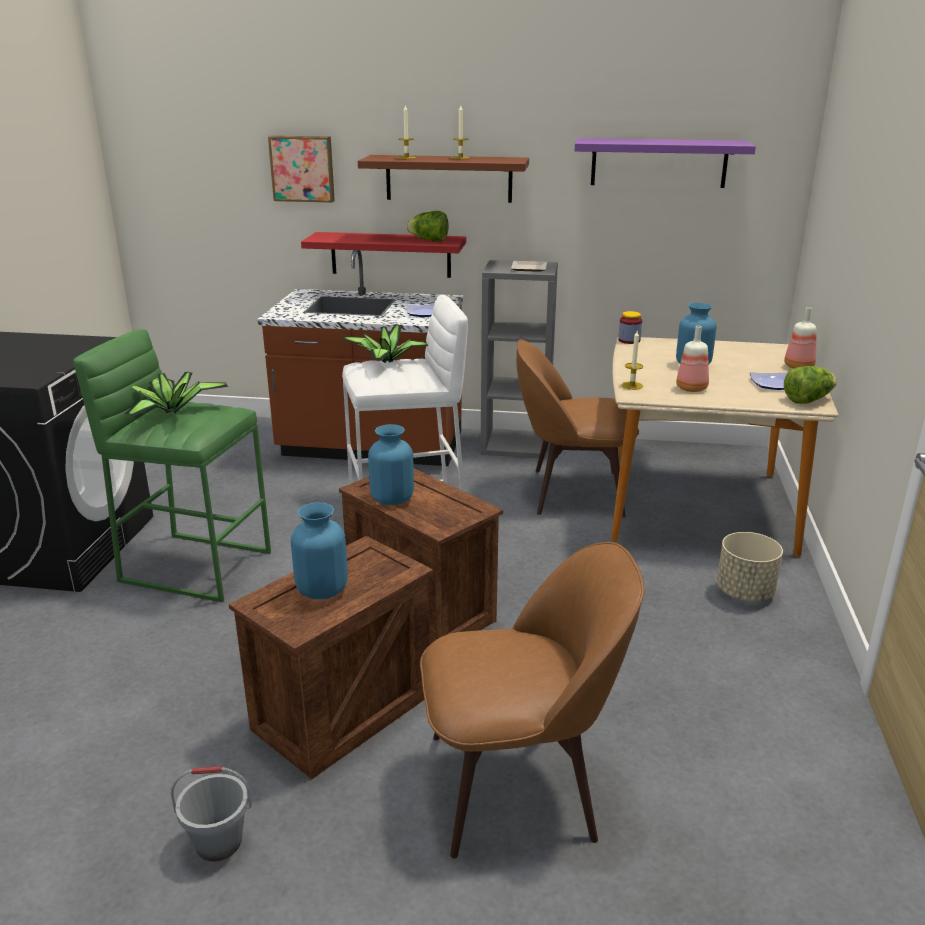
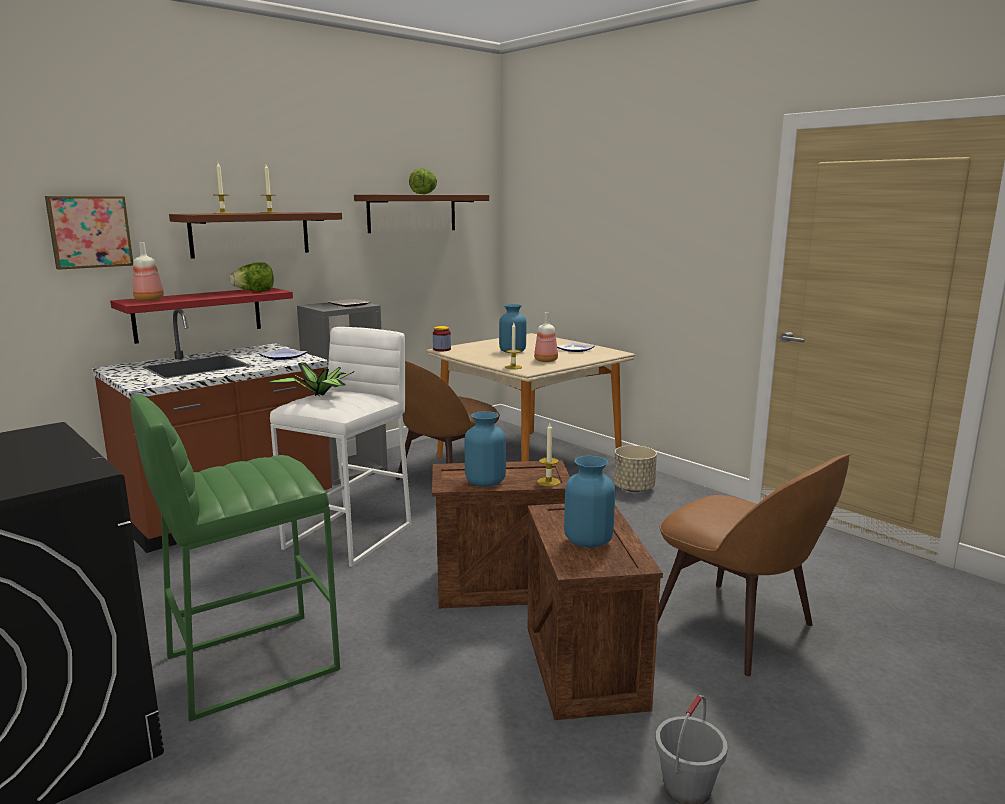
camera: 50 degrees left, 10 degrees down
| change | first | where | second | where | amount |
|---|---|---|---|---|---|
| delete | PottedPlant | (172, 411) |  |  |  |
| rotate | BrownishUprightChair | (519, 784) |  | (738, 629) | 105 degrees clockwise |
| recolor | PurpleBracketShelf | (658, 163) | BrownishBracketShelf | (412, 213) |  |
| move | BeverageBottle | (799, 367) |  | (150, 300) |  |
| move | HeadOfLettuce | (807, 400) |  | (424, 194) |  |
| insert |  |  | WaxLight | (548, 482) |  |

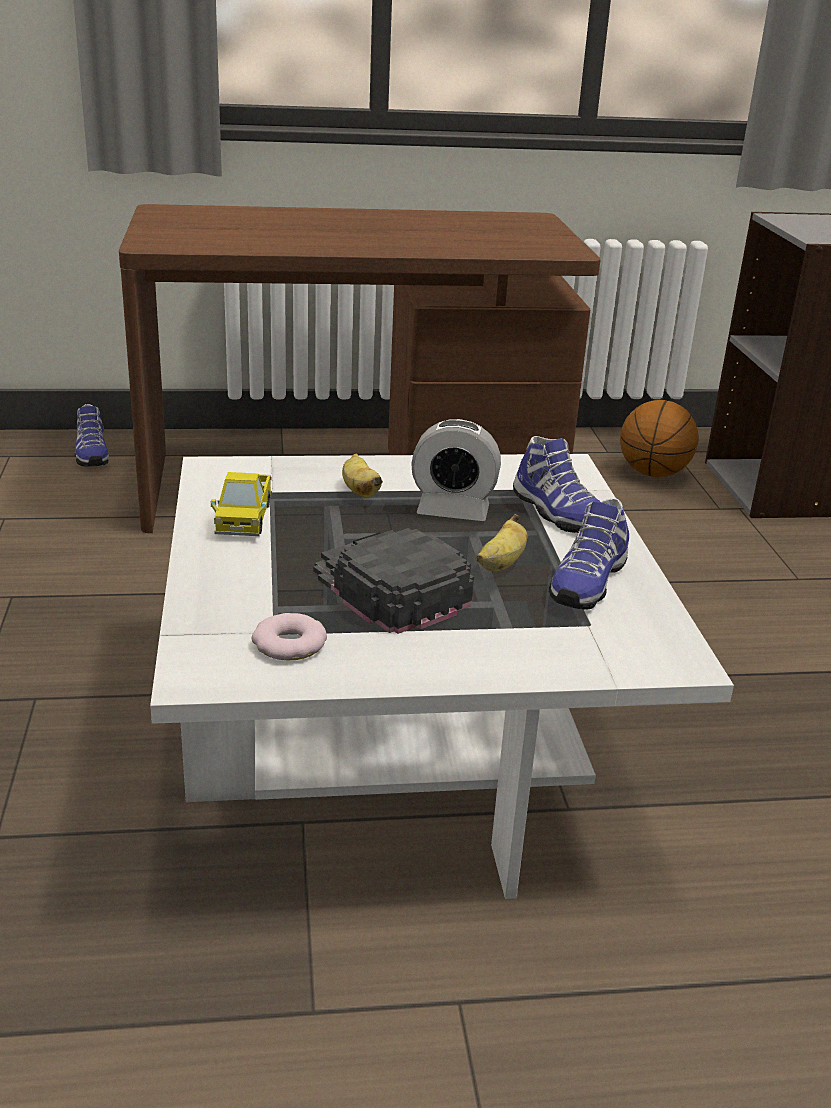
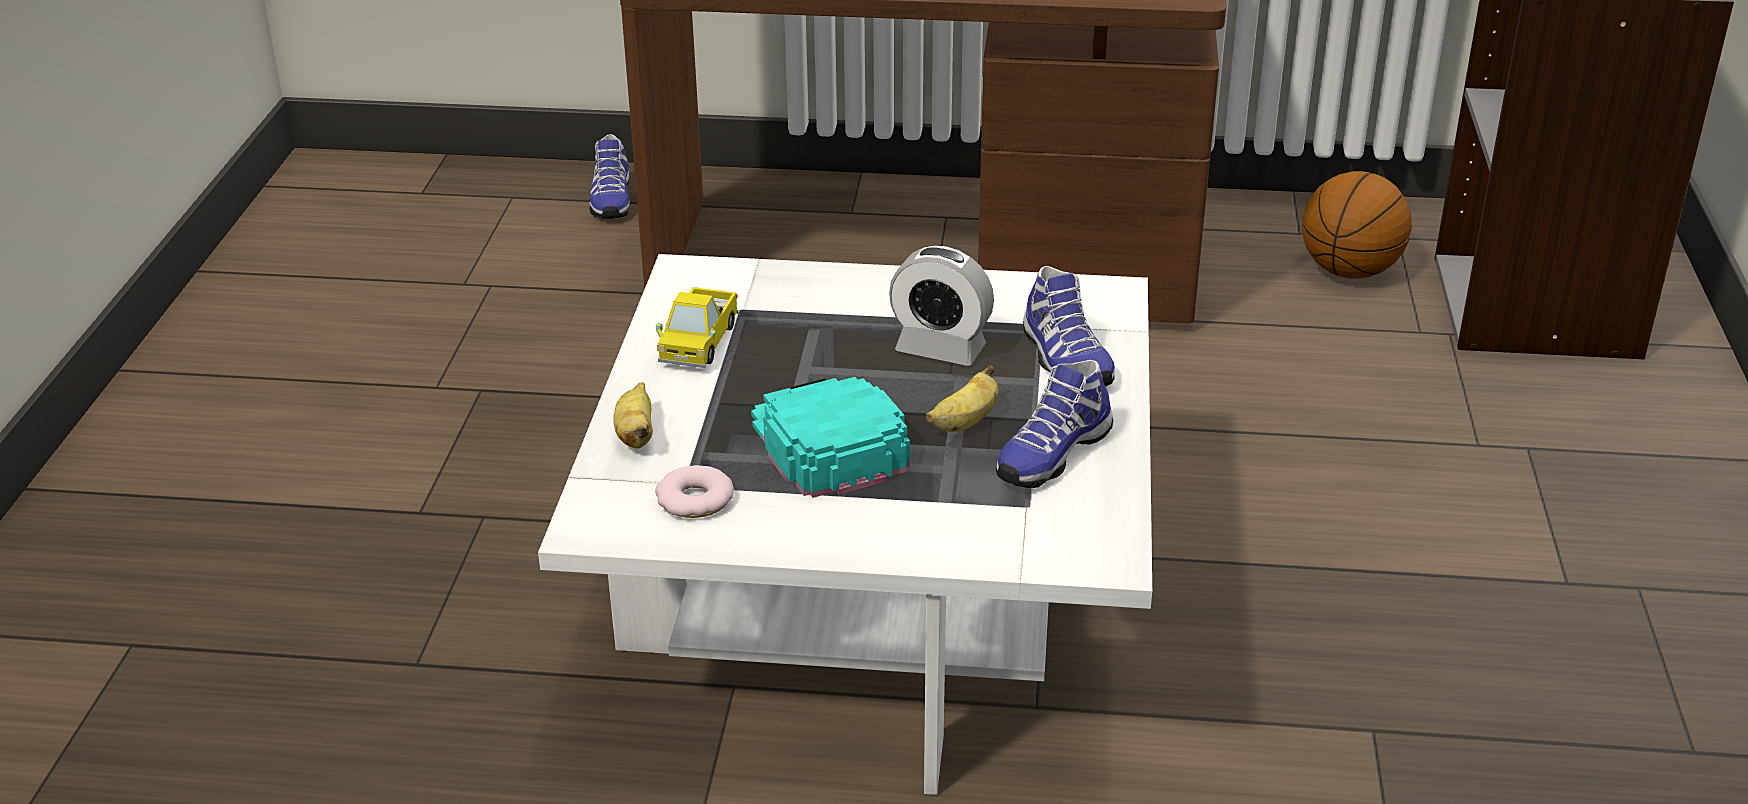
camera: 15 degrees right, 5 degrees up
| change | first | where | second | where | amount |
|---|---|---|---|---|---|
| recolor | BlackishCap | (388, 588) | TurquoiseCap | (825, 442) |  |
| move | Banana | (360, 491) |  | (636, 435) |  |

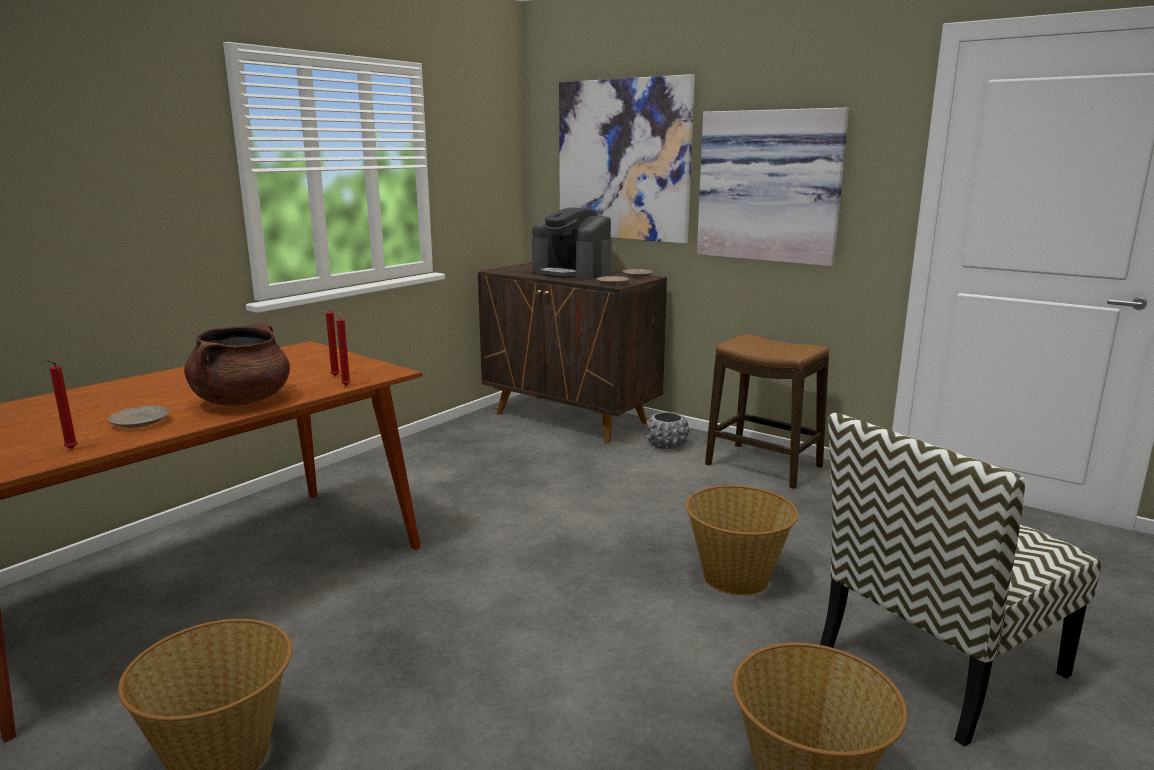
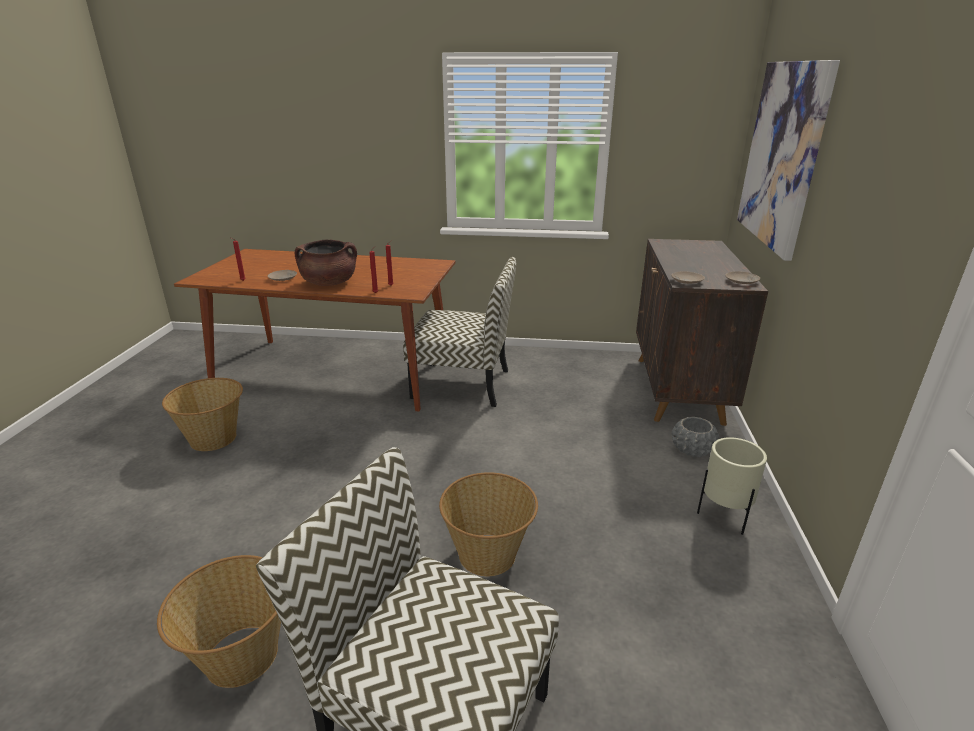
camera: 60 degrees right, 10 degrees up
| change | first | where | second | where | amount |
|---|---|---|---|---|---|
| delete | CoffeeMaker | (572, 273) |  |  |  |
| delete | Picture | (770, 186) |  |  |  |
| replace | Stool | (764, 466) | BeigePlanter | (723, 517) |  |
| insert |  |  | UprightChair | (463, 383) |  |

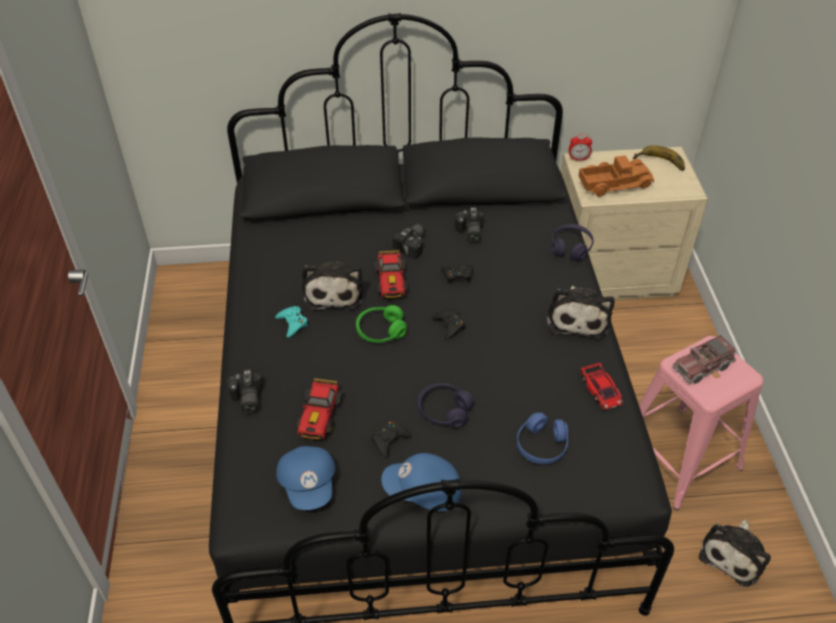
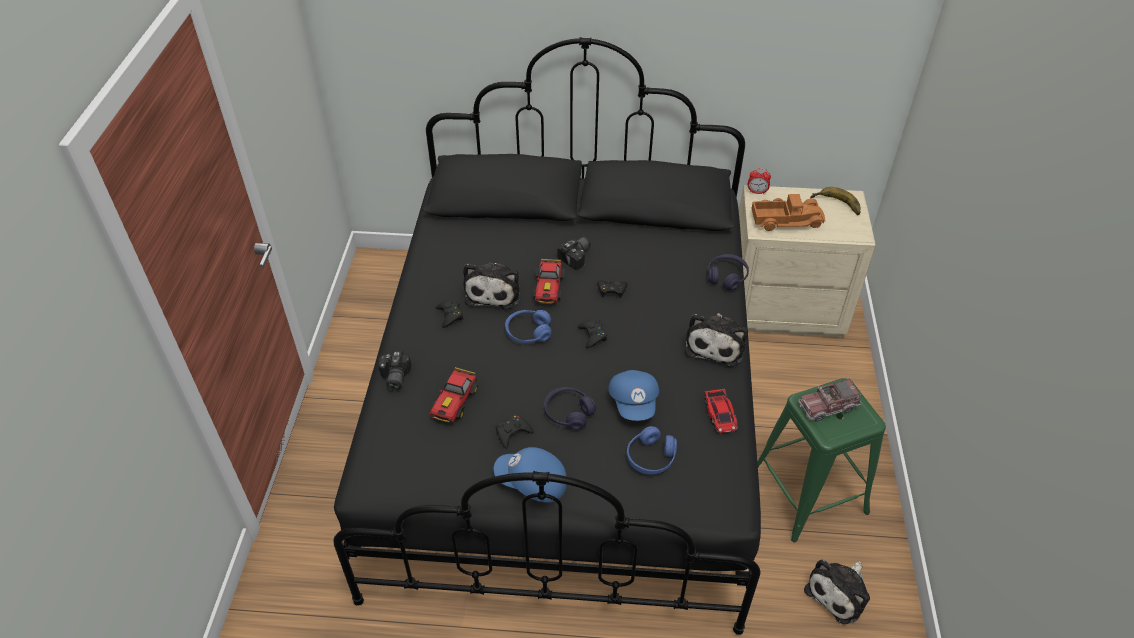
camera: 10 degrees right, 0 degrees up
| change | first | where | second | where | amount |
|---|---|---|---|---|---|
| recolor | TurquoiseGameController | (292, 323) | BlackishGameController | (450, 315) |  |
| move | BlueColouredCap | (309, 484) |  | (634, 402) |  |
| recolor | GreenColouredHeadphones | (381, 331) | BlueColouredHeadphones | (528, 332) |  |
| delete | StillCamera | (469, 233) |  |  |  |
| recolor | PinkStool | (679, 457) | GreenColouredStool | (808, 492) |  |

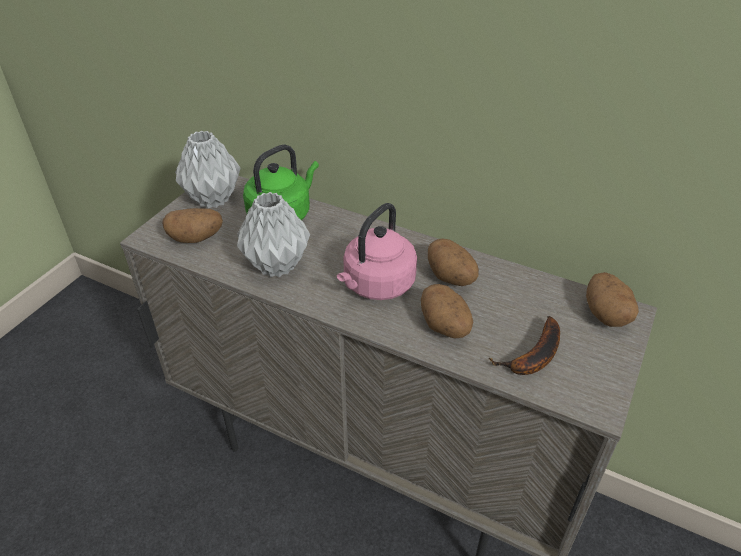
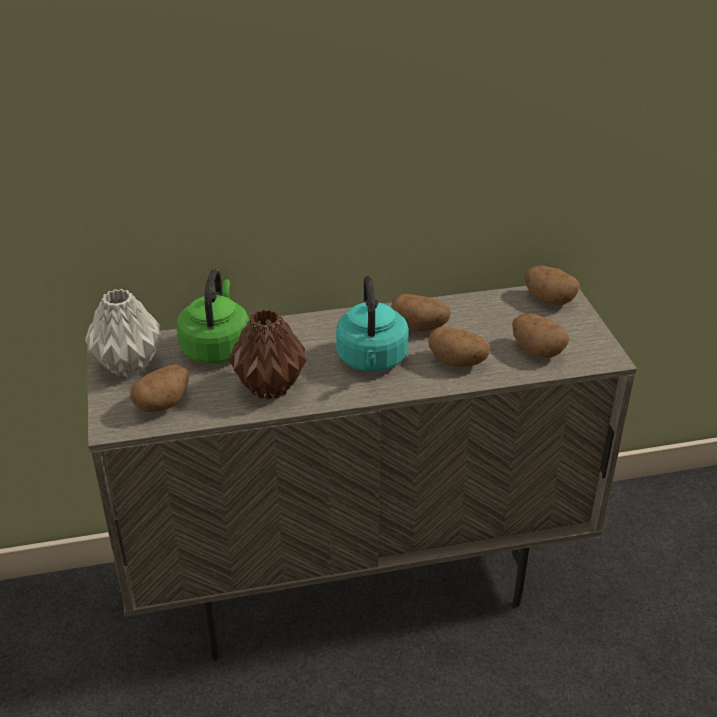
camera: 40 degrees left, 5 degrees down
| change | first | where | second | where | amount |
|---|---|---|---|---|---|
| recolor | GrayFlowerVase | (275, 266) | BrownishFlowerVase | (270, 388) |  |
| recolor | PinkWaterKettle | (376, 285) | TurquoiseWaterKettle | (372, 360) |  |
| replace | Banana | (533, 357) | Spud | (537, 350) |  |

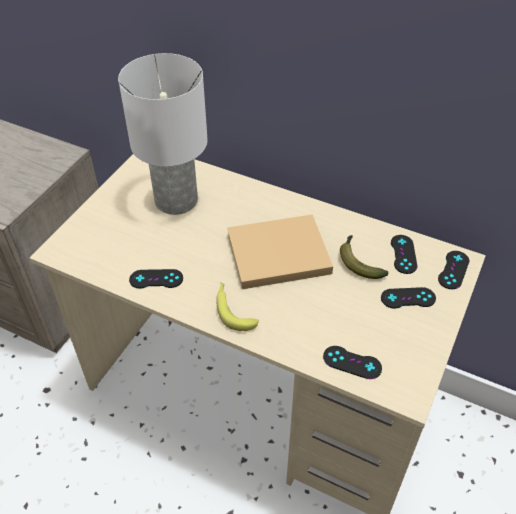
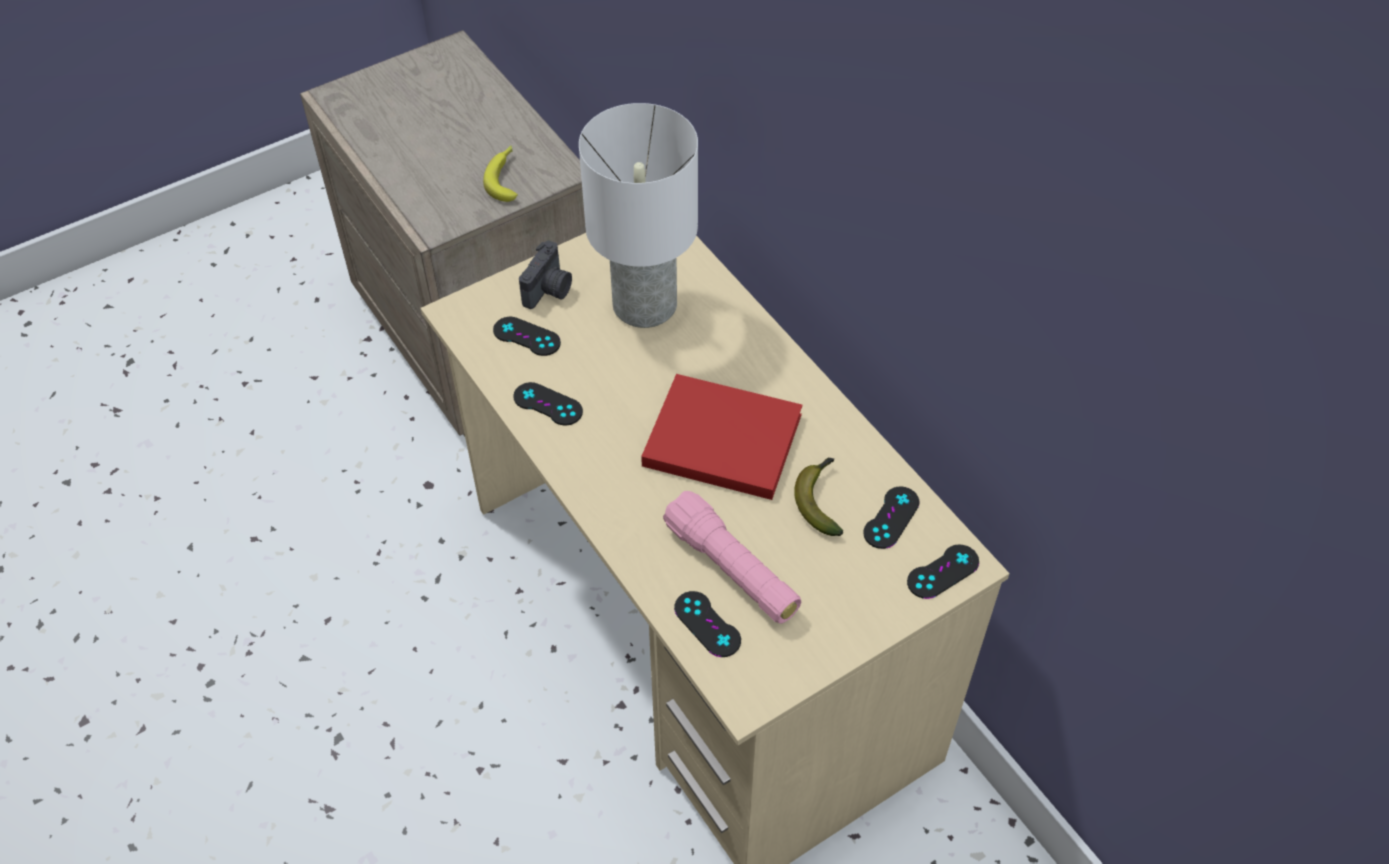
camera: 30 degrees right, 5 degrees up
| change | first | where | second | where | amount |
|---|---|---|---|---|---|
| move | Banana | (233, 309) |  | (505, 177) |  |
| recolor | BeigeVolume | (275, 254) | RedVolume | (718, 439) |  |
| move | BlackishGameController | (408, 298) |  | (526, 336) |  |
| insert |  |  | StillCamera | (549, 290) |  |
| insert |  |  | PinkFlashlight | (732, 569) |  |

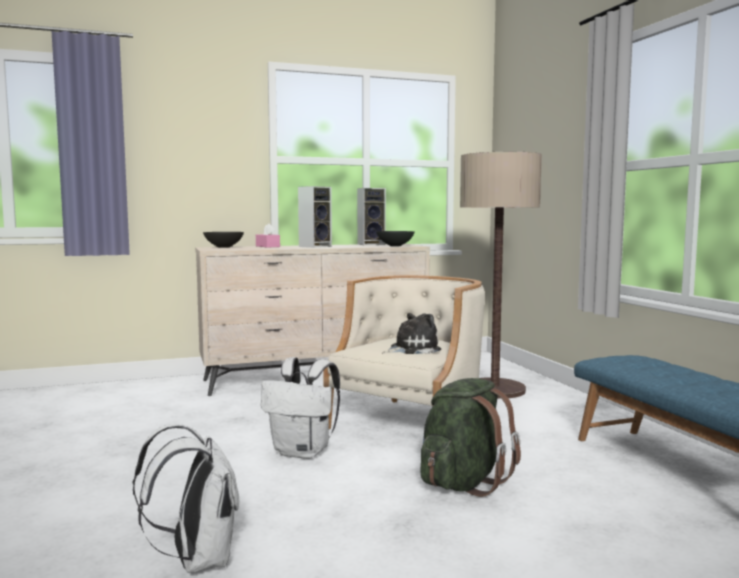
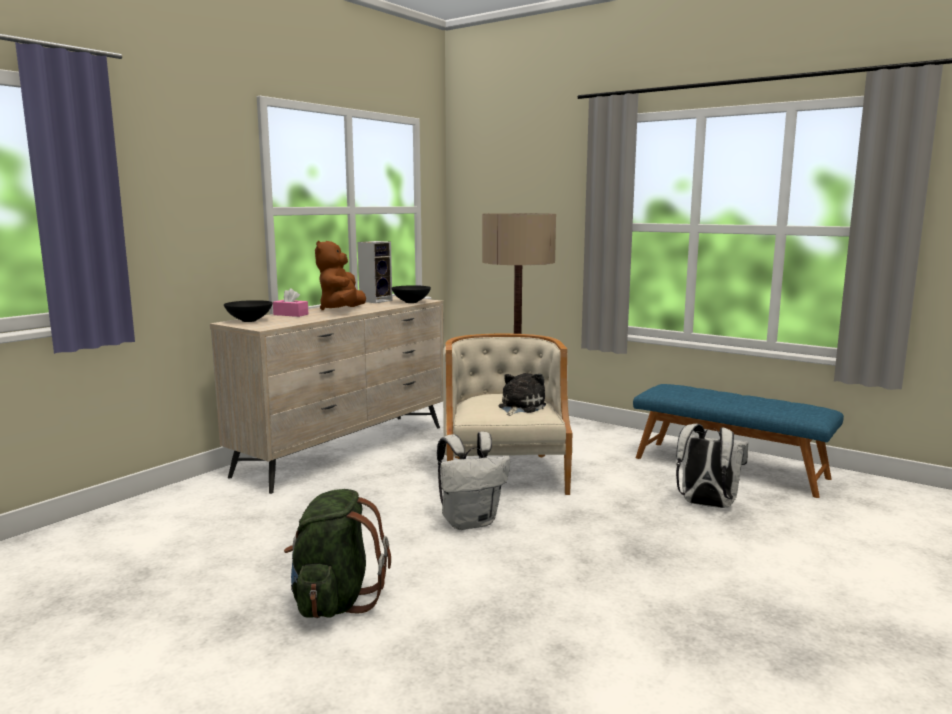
camera: 35 degrees left, 5 degrees up
| change | first | where | second | where | amount |
|---|---|---|---|---|---|
| move | WhiteColouredRucksack | (197, 560) |  | (705, 505) |  |
| replace | Speaker | (315, 246) | BrownishPlushToy | (342, 310) |  |
| move | GreenColouredRucksack | (463, 482) |  | (335, 601) |  |

